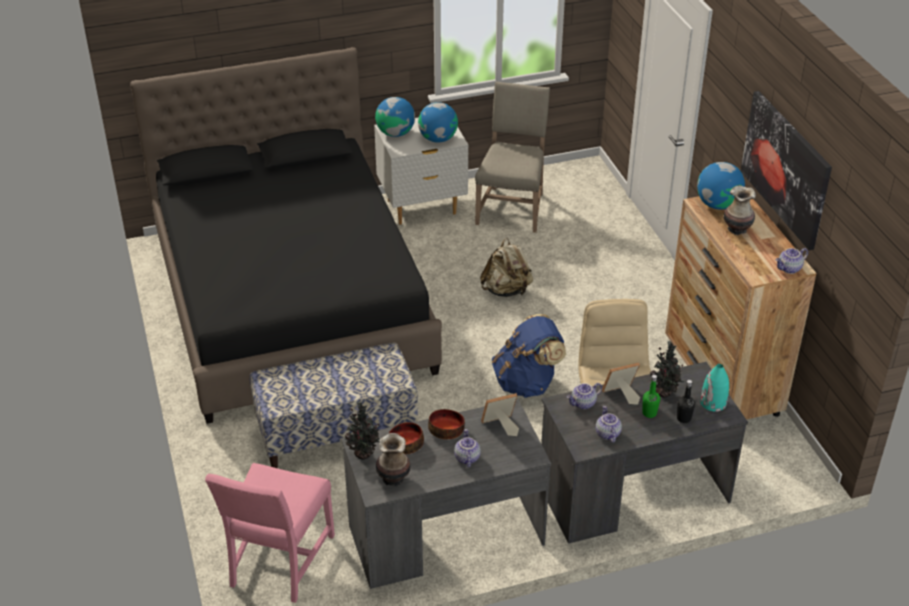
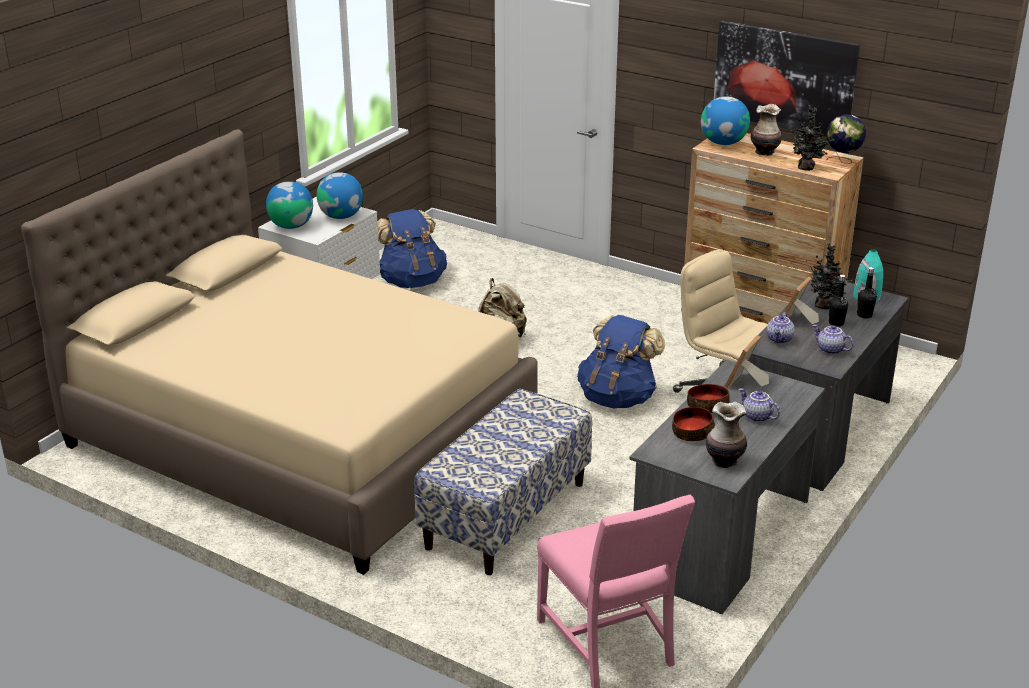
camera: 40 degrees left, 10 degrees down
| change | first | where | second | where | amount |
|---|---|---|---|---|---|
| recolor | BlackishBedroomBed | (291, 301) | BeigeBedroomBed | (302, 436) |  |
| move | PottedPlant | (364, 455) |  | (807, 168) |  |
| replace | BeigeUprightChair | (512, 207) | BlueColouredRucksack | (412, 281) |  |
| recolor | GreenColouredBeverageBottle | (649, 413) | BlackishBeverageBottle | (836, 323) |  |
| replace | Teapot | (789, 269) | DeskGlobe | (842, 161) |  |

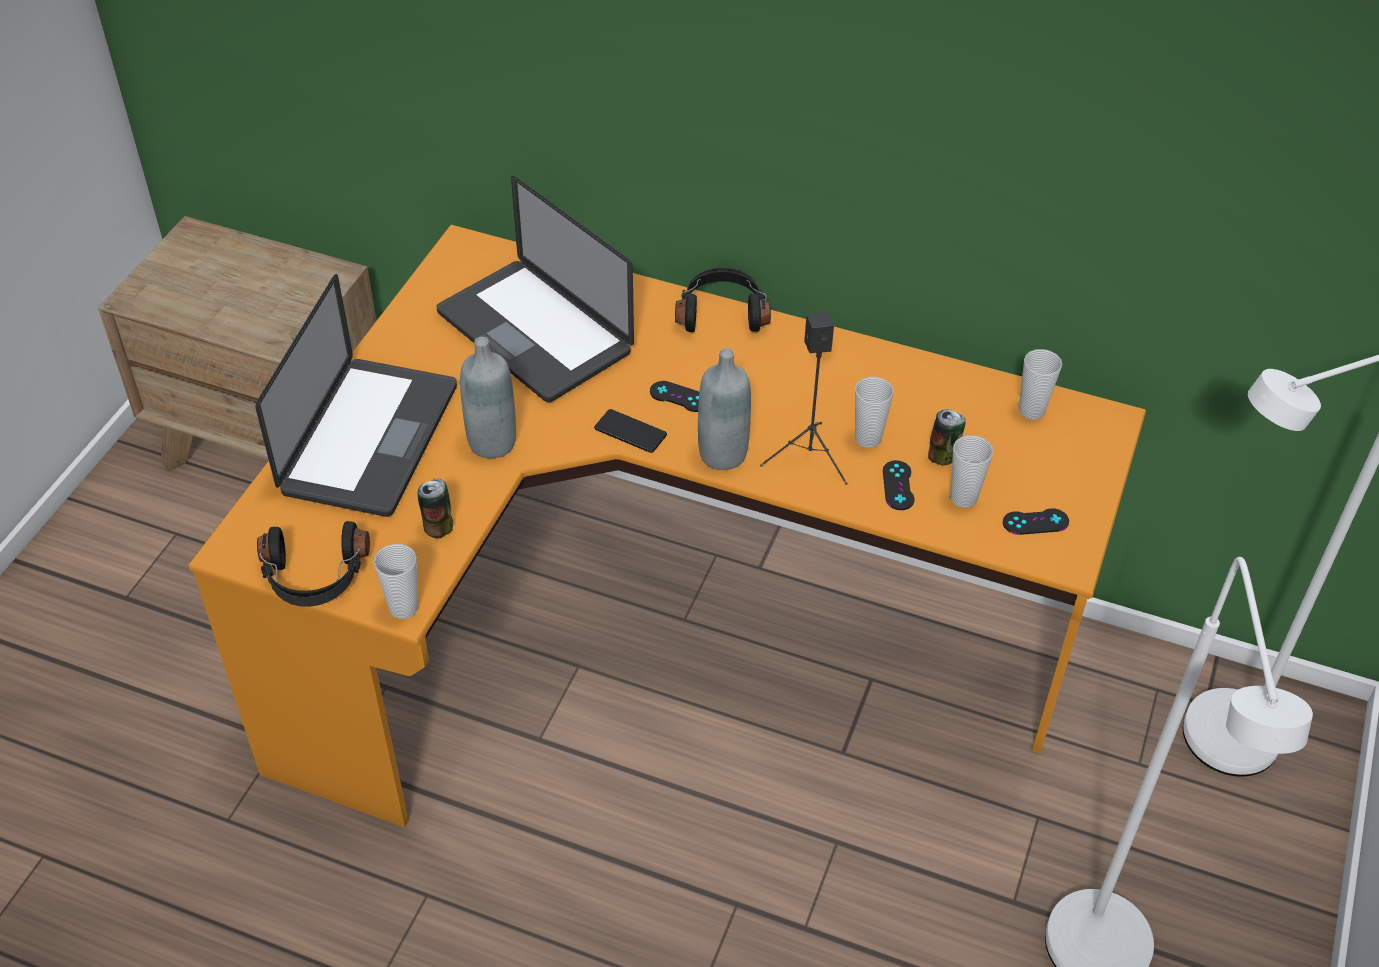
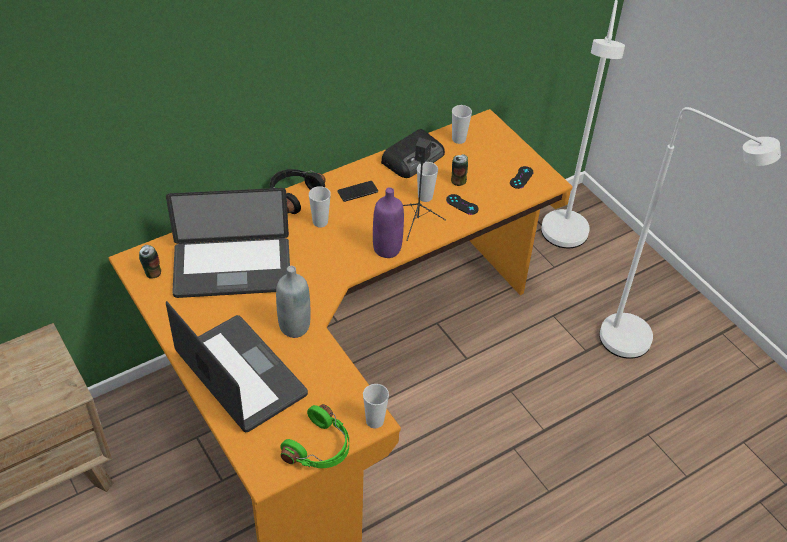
camera: 55 degrees left, 0 degrees up
| change | first | where | second | where | amount |
|---|---|---|---|---|---|
| recolor | BlackishHeadphones | (315, 578) | GreenColouredHeadphones | (320, 448) |  |
| move | MetalCan | (438, 526) |  | (152, 272) |  |
| move | Phone | (630, 432) |  | (357, 191) |  |
| delete | BlackishGameController | (679, 397) |  |  |  |
| recolor | GrayBeverageBottle | (722, 454) | PurpleBeverageBottle | (387, 249) |  |
| move | DrinkingCup | (963, 498) |  | (320, 222) |  |
| insert |  |  | Radio | (414, 158) |  |

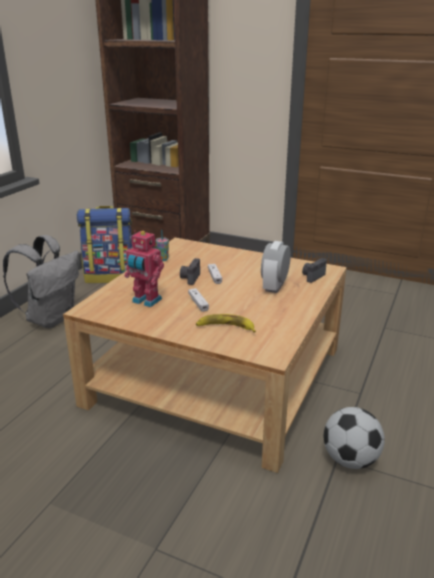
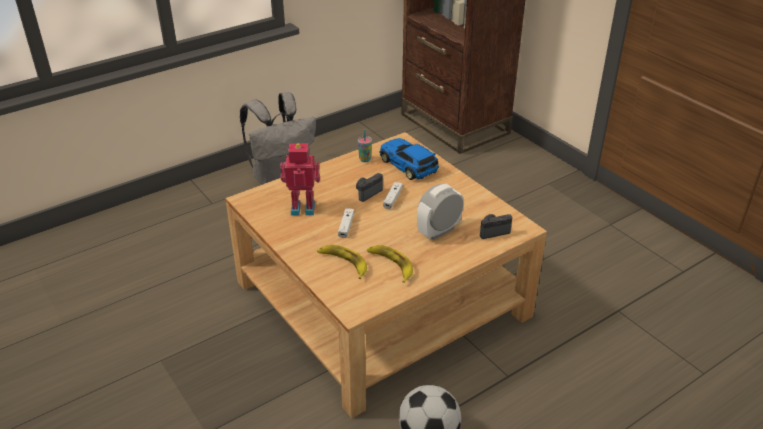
camera: 30 degrees right, 10 degrees up
| change | first | where | second | where | amount |
|---|---|---|---|---|---|
| delete | Rucksack | (110, 276) |  |  |  |
| rotate | ToyRobot | (146, 301) |  | (303, 207) | 120 degrees clockwise |
| insert |  |  | Banana | (391, 265) |  |
| insert |  |  | MiniatureCar | (409, 165) |  |

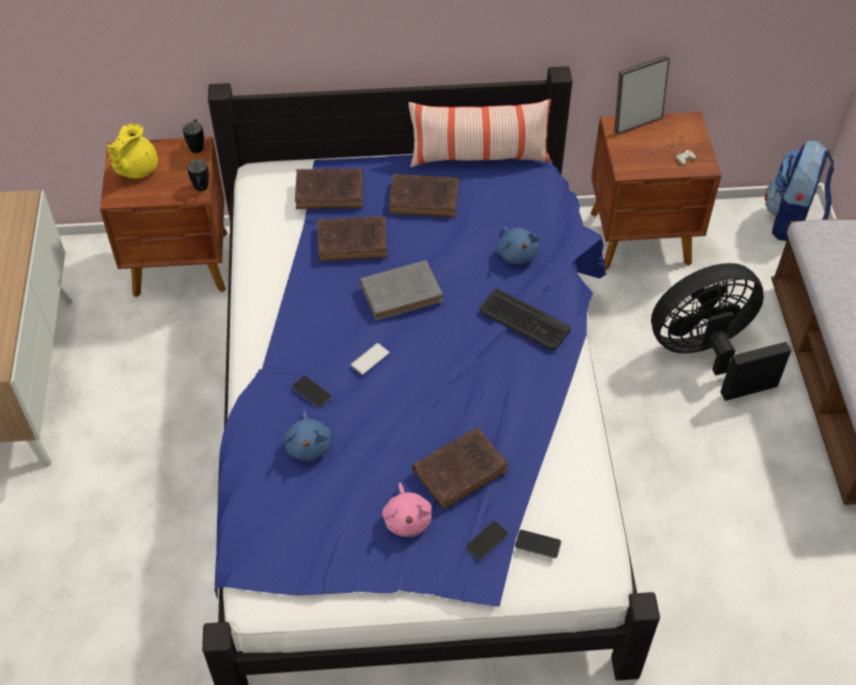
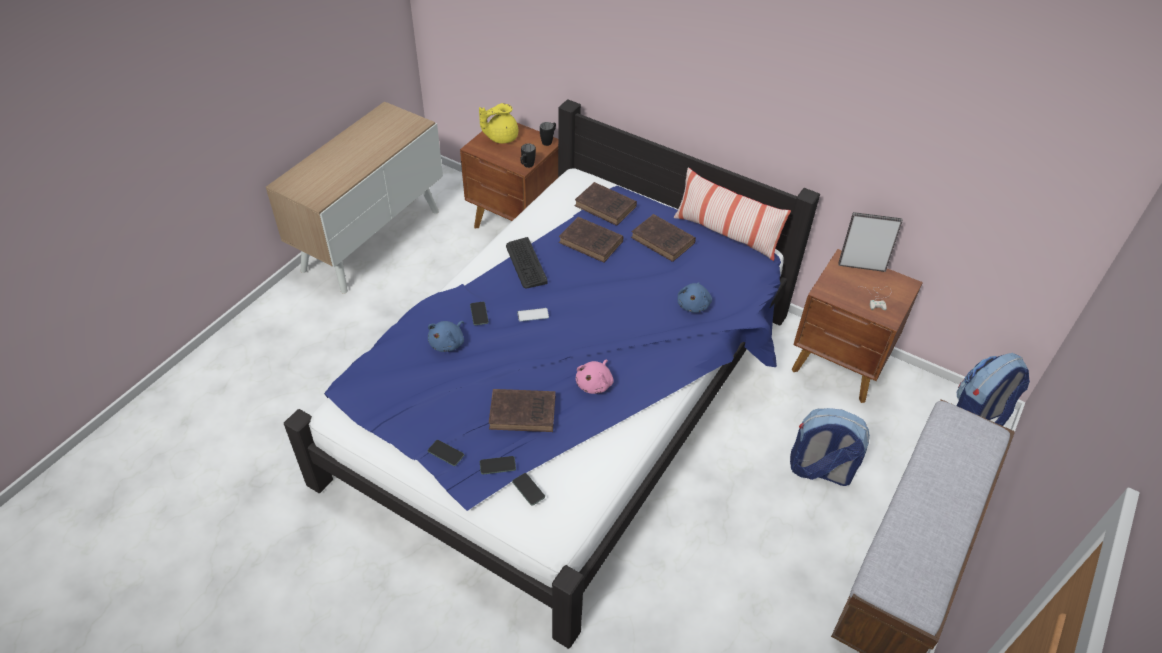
camera: 35 degrees right, 5 degrees down
| change | first | where | second | where | amount |
|---|---|---|---|---|---|
| delete | GrayVolume | (403, 292) |  |  |  |
| move | PinkPlushToy | (407, 519) |  | (595, 383) |  |
| move | PcKeyboard | (524, 320) |  | (526, 263) |  |
| replace | BlackishElectricFan | (707, 355) | Rucksack | (819, 470) |  |
| insert |  |  | Phone | (446, 453) |  |

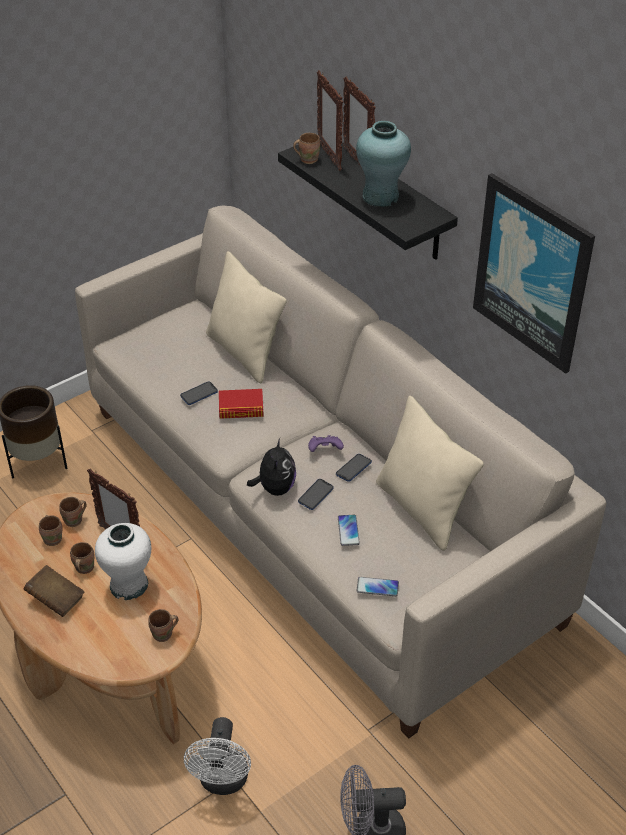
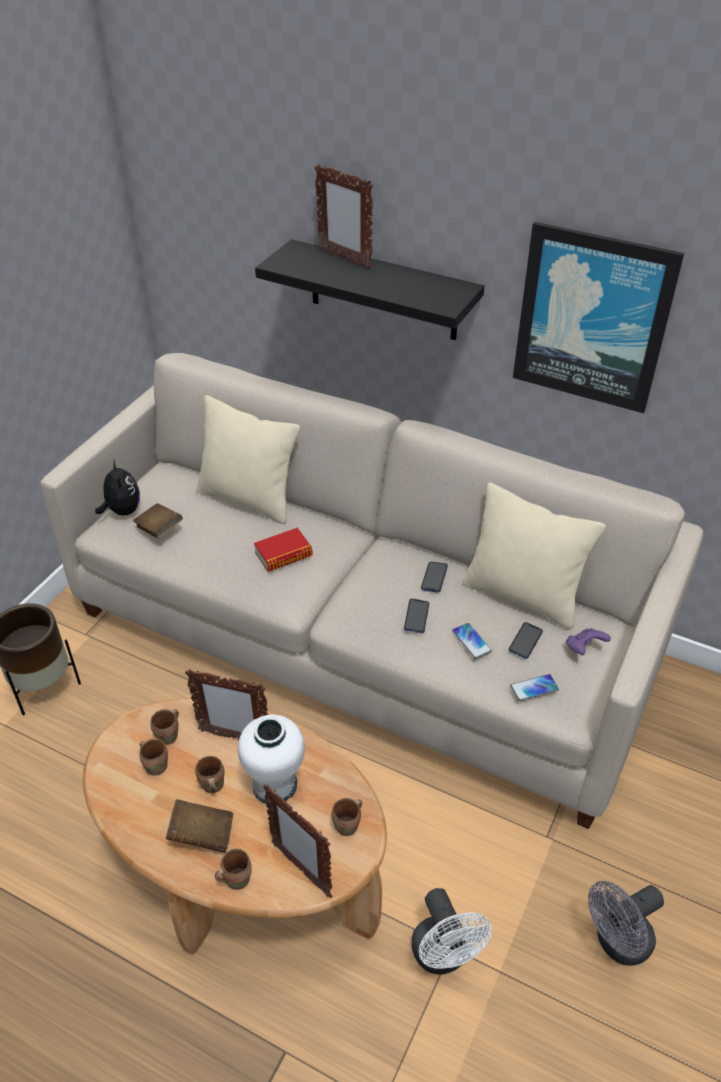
camera: 25 degrees left, 0 degrees up
| change | first | where | second | where | amount |
|---|---|---|---|---|---|
| move | Phone | (199, 394) |  | (525, 641) |  |
| move | PlushToy | (275, 488) |  | (122, 511) |  |
| move | BrownishCoffeeMug | (307, 159) |  | (235, 878) |  |
| move | PurpleGameController | (325, 451) |  | (584, 648) |  |
| move | PictureFrame | (329, 156) |  | (301, 869) |  |
| delete | TurquoiseFlowerVase | (380, 196) |  |  |  |
| insert |  |  | BrownishVolume | (159, 529) |  |

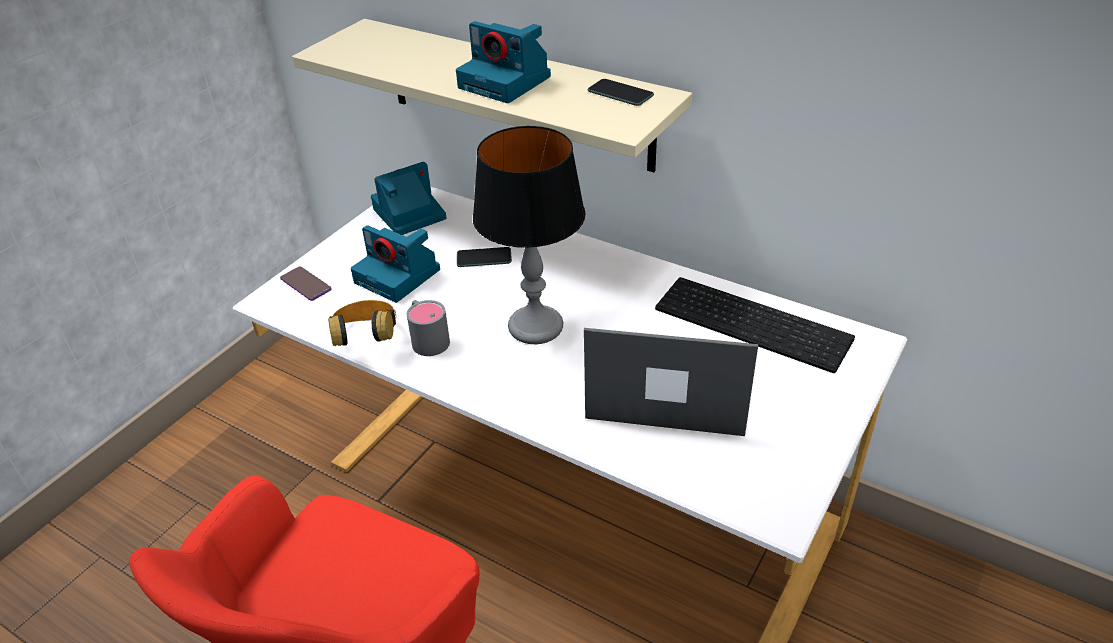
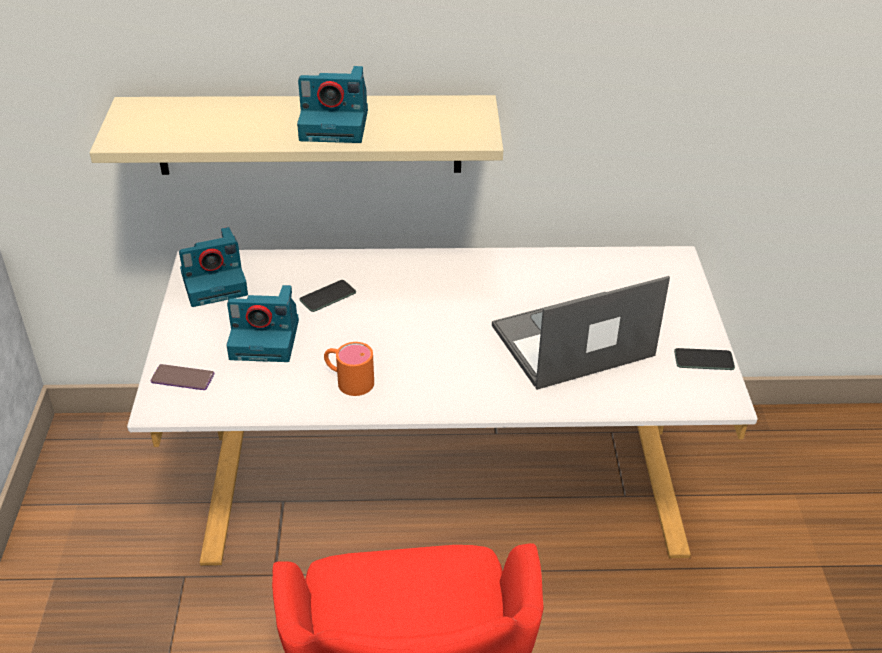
camera: 35 degrees left, 0 degrees up
| change | first | where | second | where | amount |
|---|---|---|---|---|---|
| delete | Headphones | (367, 340) |  |  |  |
| rotate | StillCamera | (408, 215) |  | (215, 282) | 135 degrees counterclockwise |
| recolor | GrayCoffeeMug | (427, 338) | OrangeColouredCoffeeMug | (348, 380) |  |
| delete | LampForATable | (535, 326) |  |  |  |
| move | Phone | (620, 93) |  | (704, 360) |  |
| delete | PcKeyboard | (755, 322) |  |  |  |

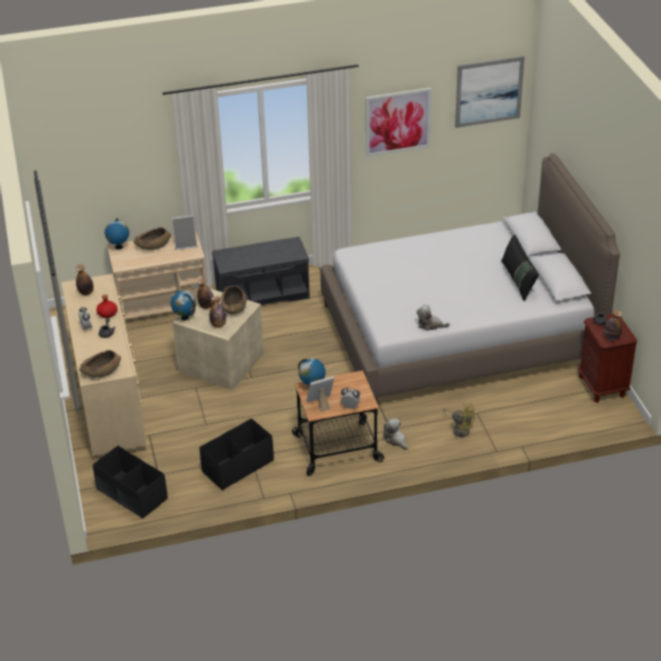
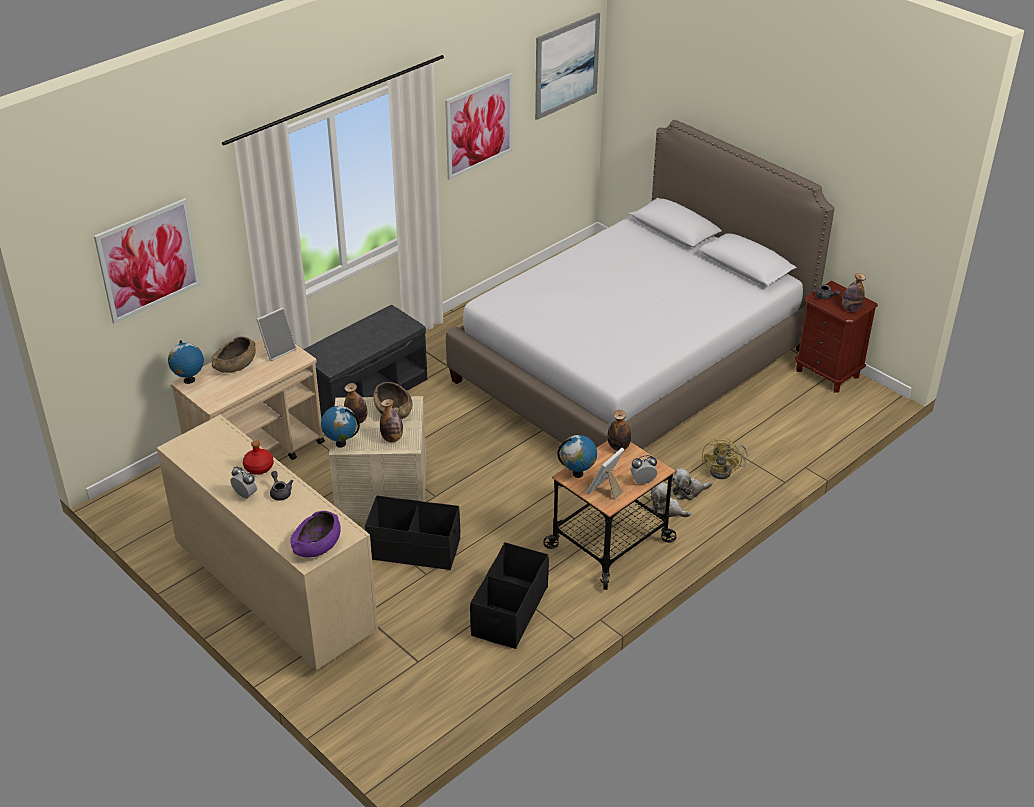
camera: 30 degrees left, 0 degrees up
| change | first | where | second | where | amount |
|---|---|---|---|---|---|
| move | BeverageBottle | (86, 292) |  | (618, 447) |  |
| recolor | BrownishServingBowl | (101, 371) | PurpleServingBowl | (317, 545) |  |
| move | BlackishStorageBox | (132, 494) |  | (414, 549) |  |
| move | PlushToy | (430, 325) |  | (688, 491) |  |
| rotate | YellowColouredElectricFan | (460, 429) |  | (725, 471) | 105 degrees clockwise |
| delete | BlackishCushion | (518, 280) |  |  |  |
| insert |  |  | Picture | (148, 260) |  |

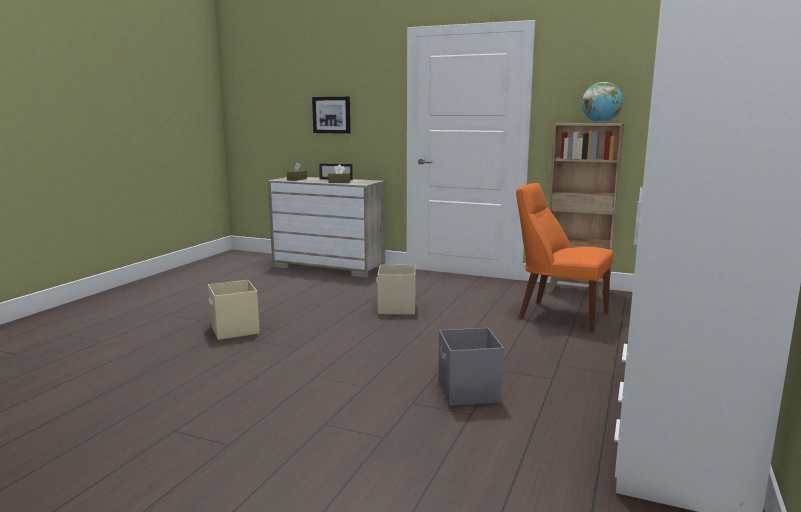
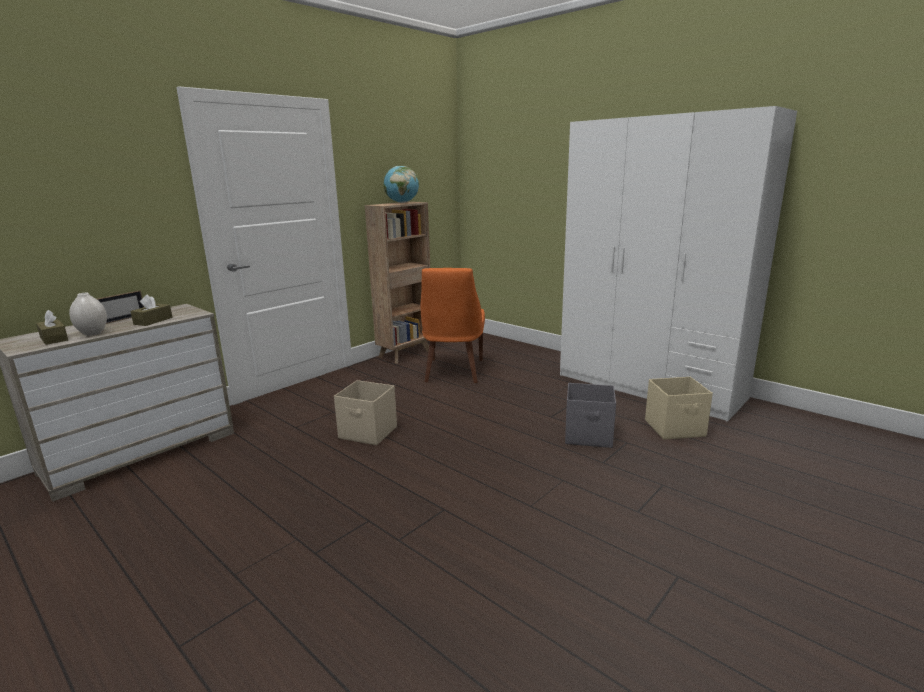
camera: 70 degrees left, 5 degrees up
| change | first | where | second | where | amount |
|---|---|---|---|---|---|
| move | BeigeStorageBox | (234, 330) |  | (675, 428) |  |
| delete | Picture | (331, 115) |  |  |  |
| rotate | OrangeColouredUprightChair | (559, 315) |  | (453, 372) | 45 degrees counterclockwise |
| insert |  |  | WhiteColouredFlowerVase | (93, 333) |  |

